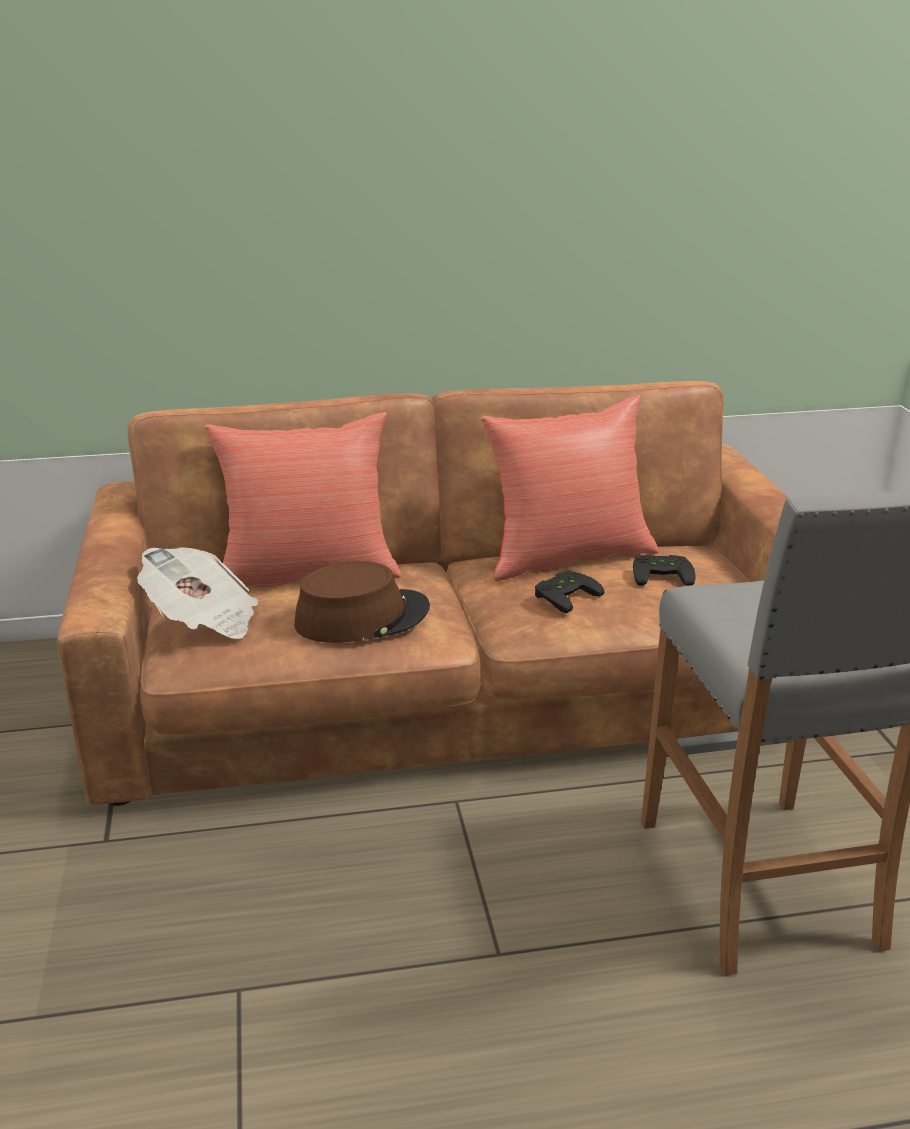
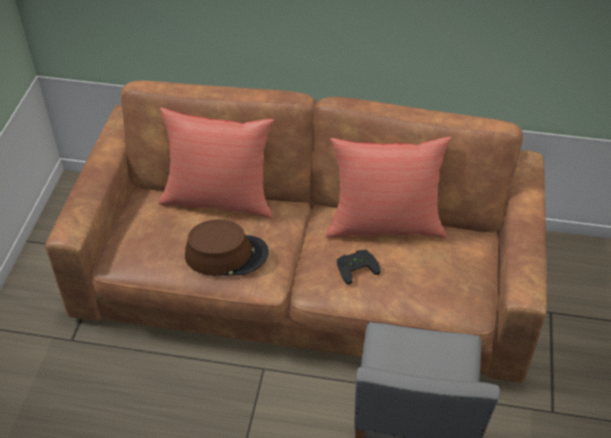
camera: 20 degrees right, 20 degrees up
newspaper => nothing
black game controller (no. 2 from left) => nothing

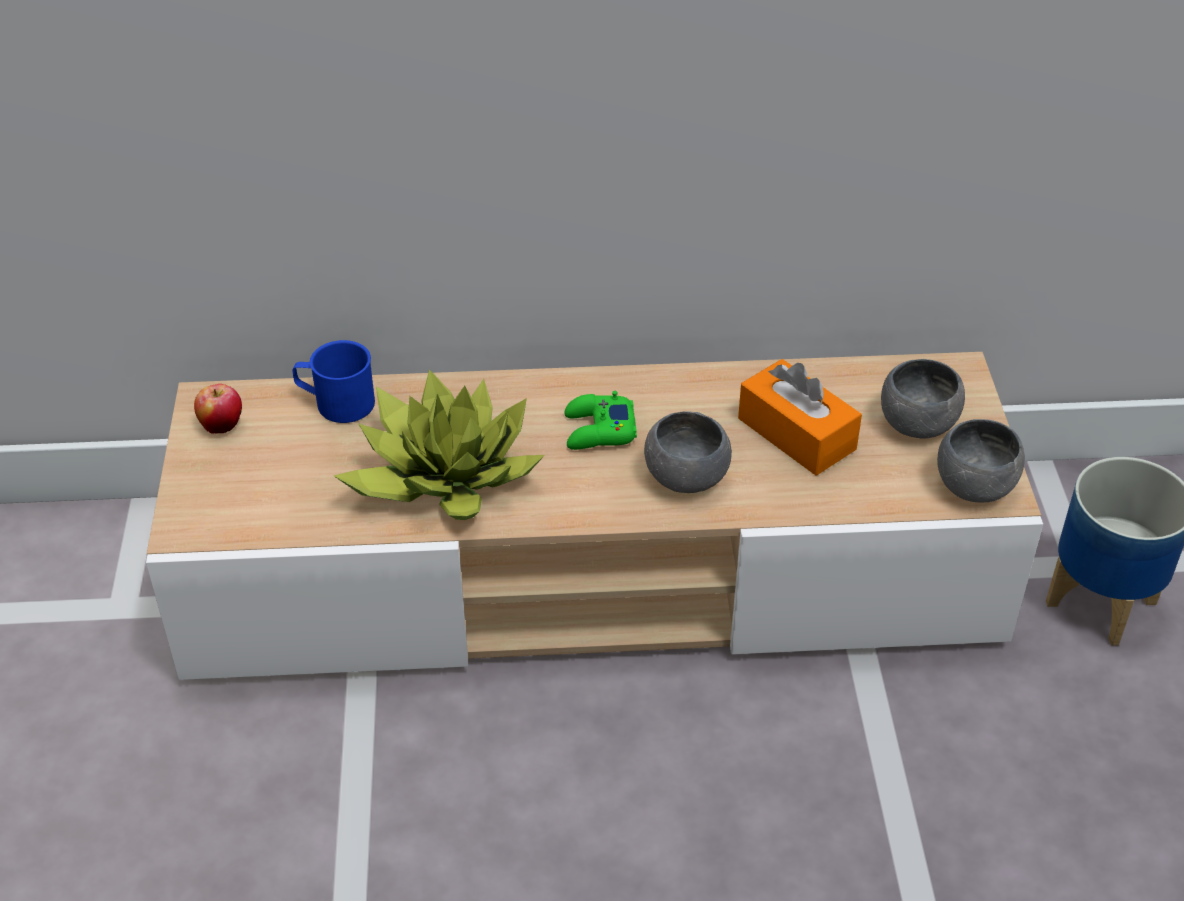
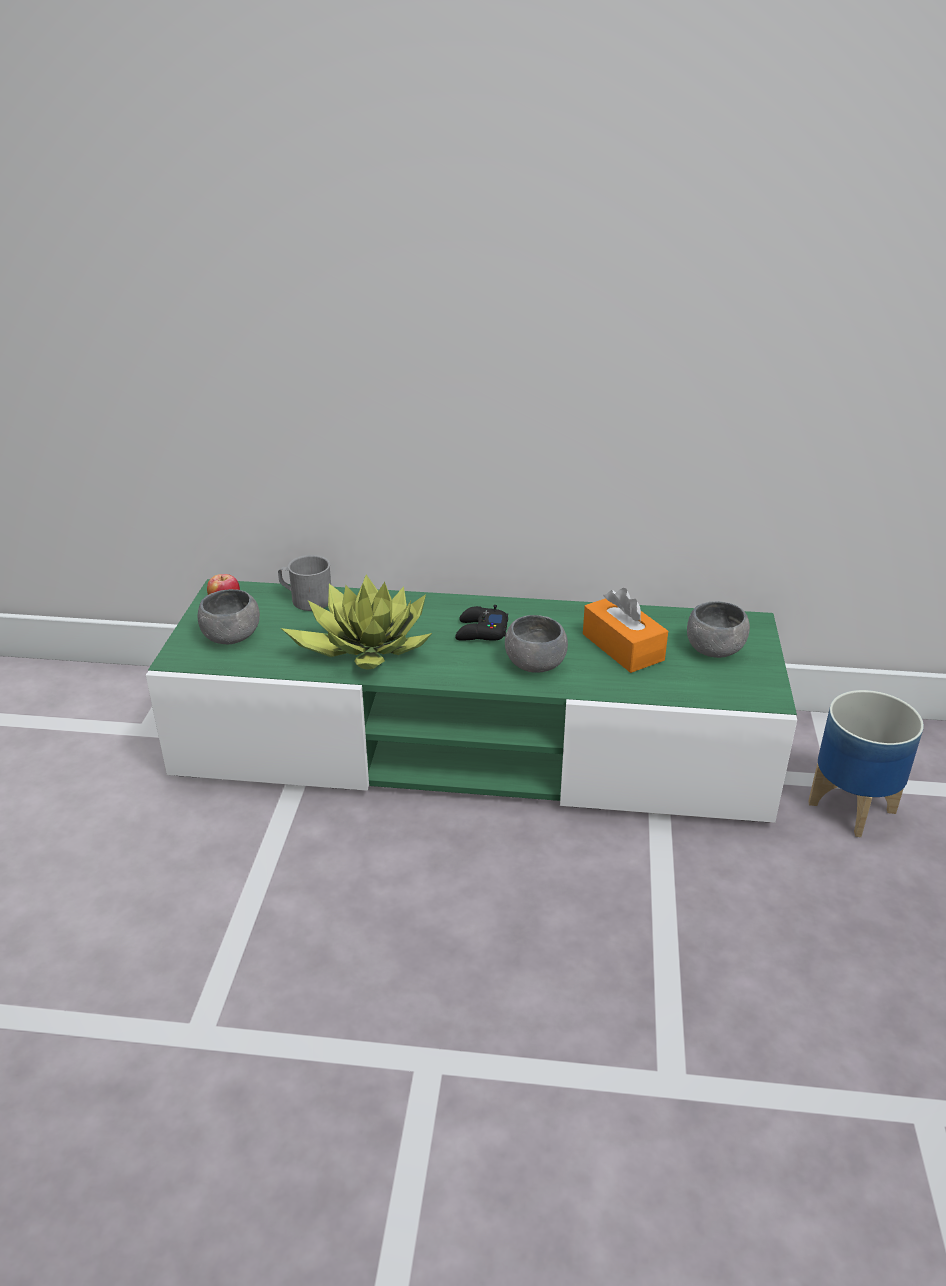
camera: 10 degrees right, 10 degrees down
beige tv stand => green tv stand
grey bowl (no. 3 from left in the first image) => grey bowl (no. 1 from left), relocated
blue mug => grey mug
green game controller => black game controller

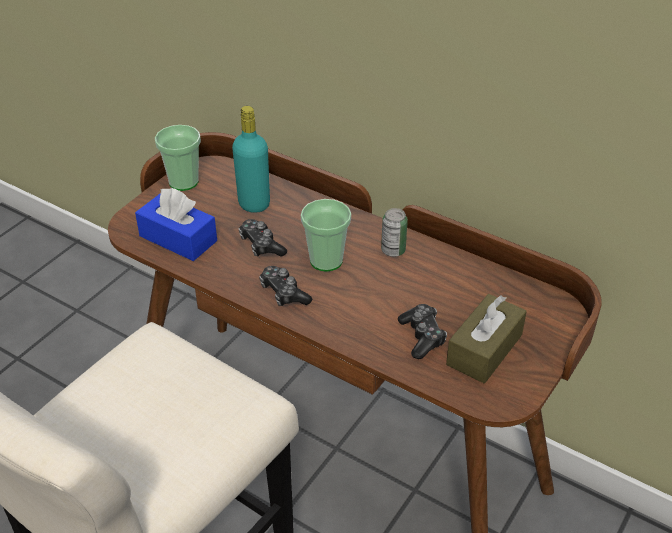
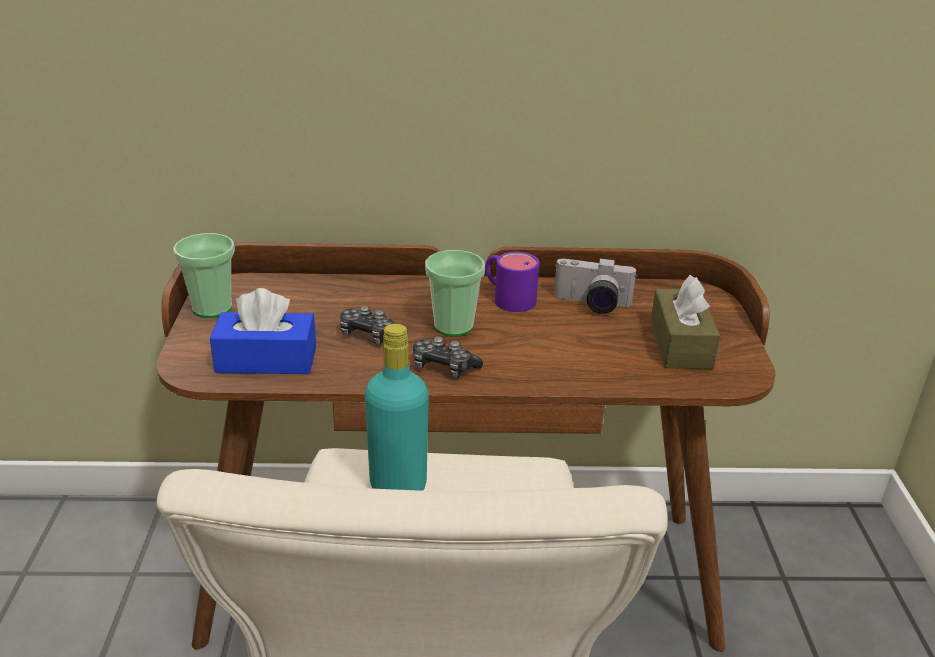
camera: 35 degrees left, 10 degrees down
turquoise bottle, relocated
can => purple mug
nothing => photo camera
game controller (no. 3 from left) => nothing

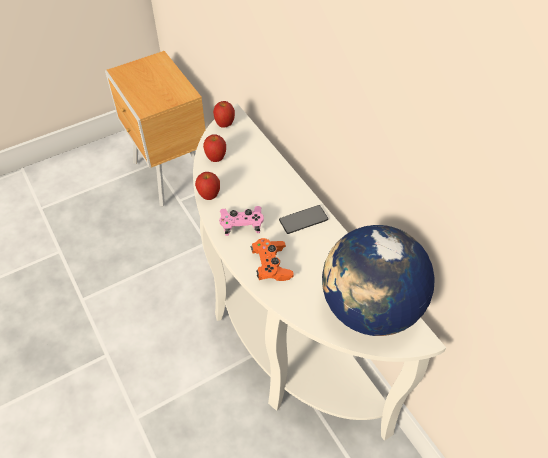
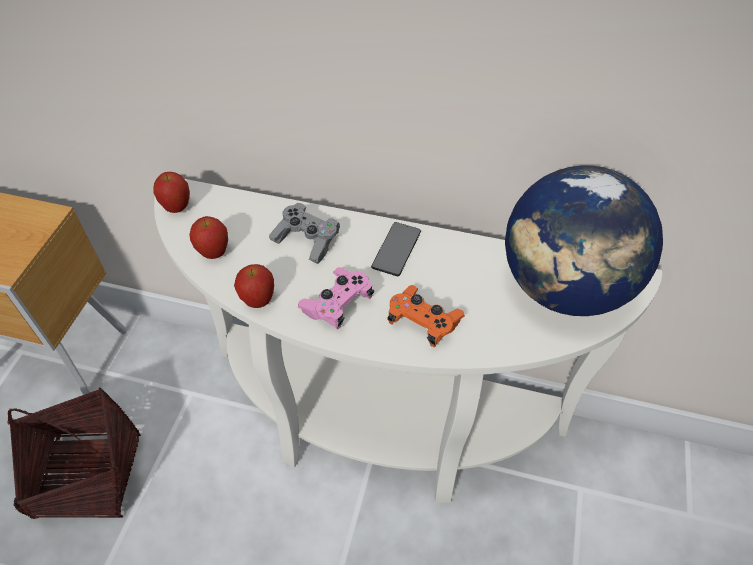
camera: 45 degrees left, 0 degrees up
nothing => basket
nothing => grey game controller

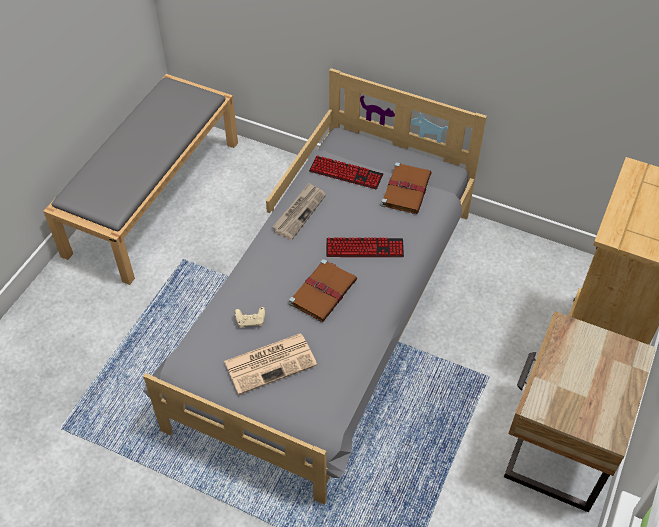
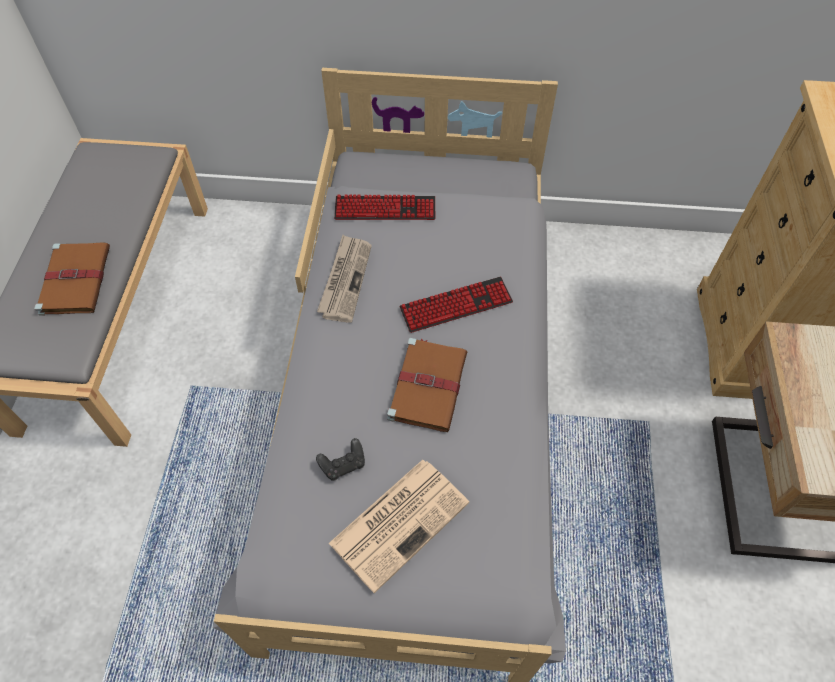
camera: 20 degrees left, 5 degrees up
brown book (no. 2 from left in the first image) => brown book (no. 1 from left), relocated
beige game controller => black game controller

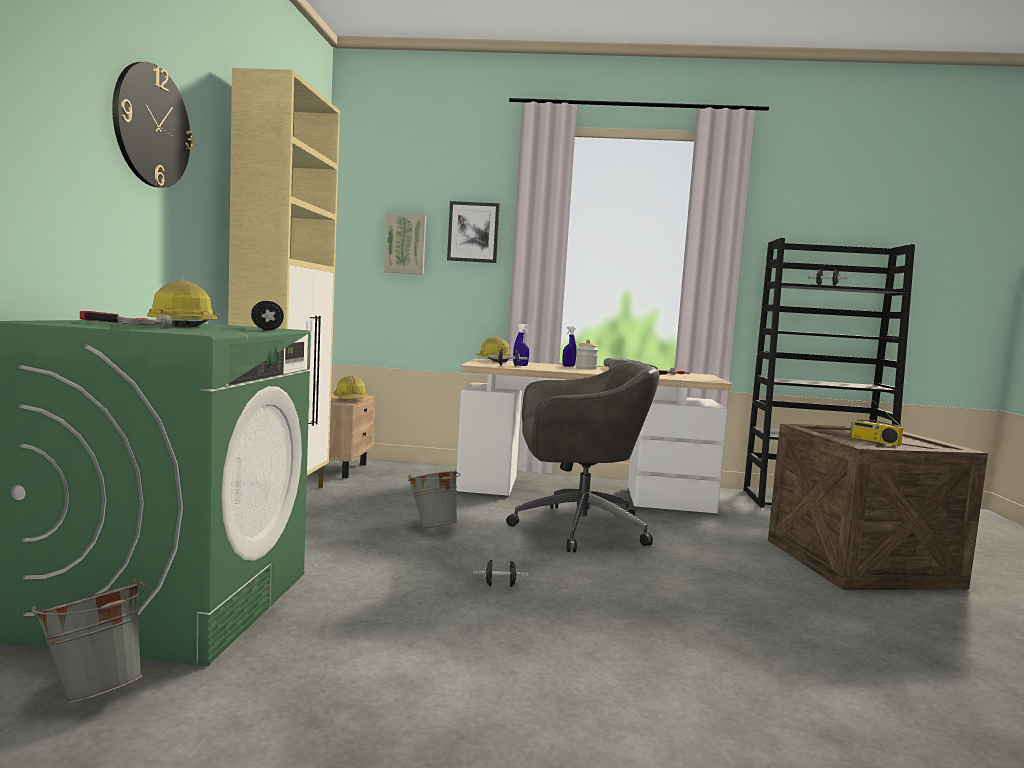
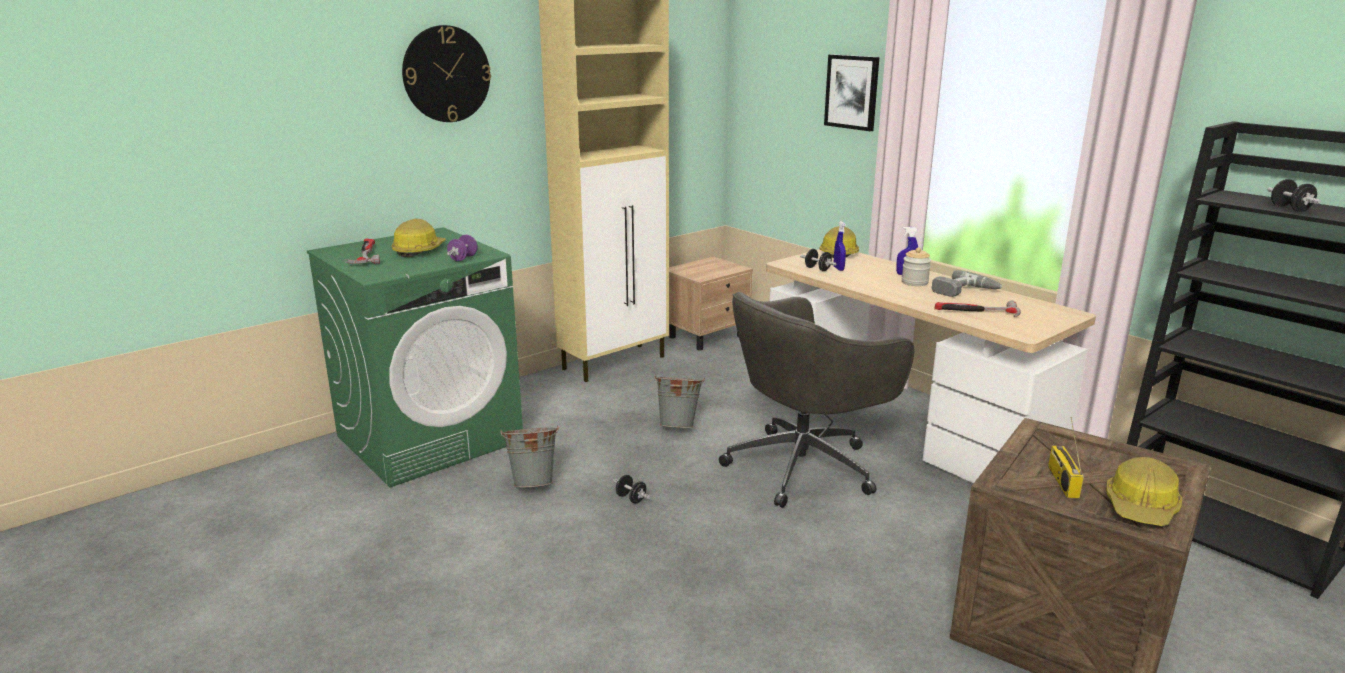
camera: 45 degrees right, 15 degrees up
black dumbbell (no. 1 from left) => purple dumbbell
grey bucket (no. 1 from left), relocated
grey office chair, 105 degrees clockwise
hard hat (no. 2 from left in the first image) => hard hat (no. 3 from left), relocated
picture (no. 1 from left) => nothing

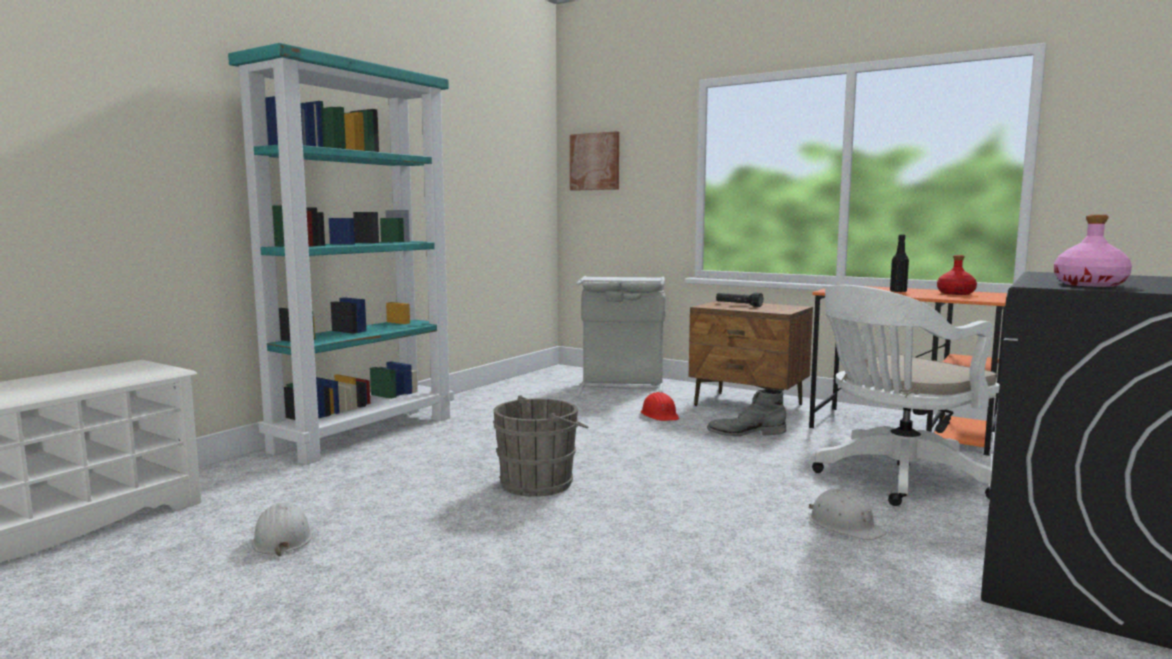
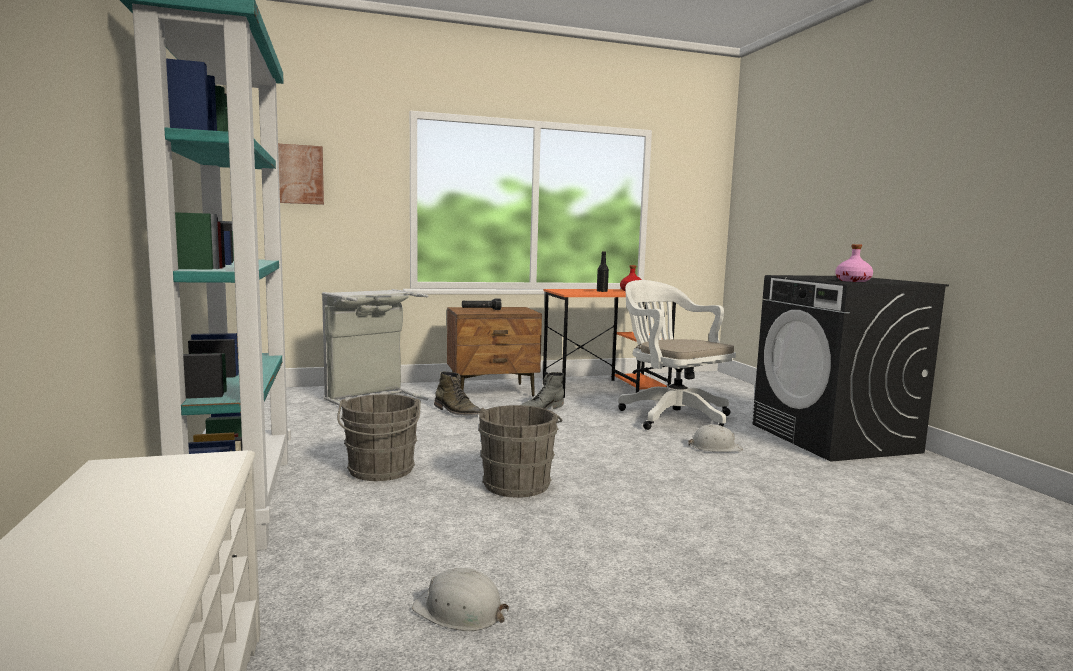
camera: 50 degrees left, 0 degrees up
nothing => grey bucket (no. 1 from left)
red hard hat => green boot
white office chair, 135 degrees clockwise

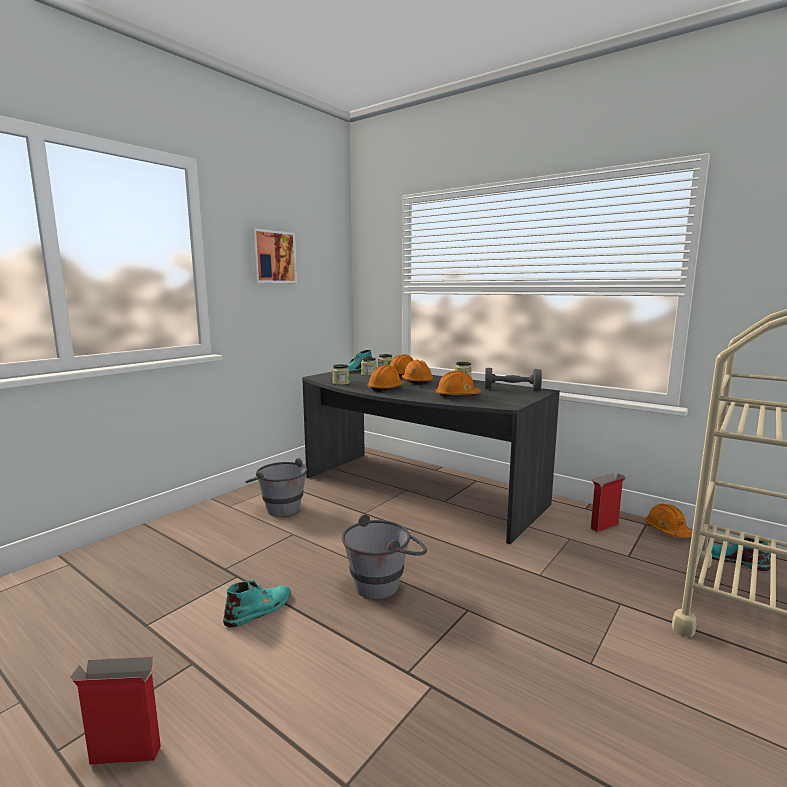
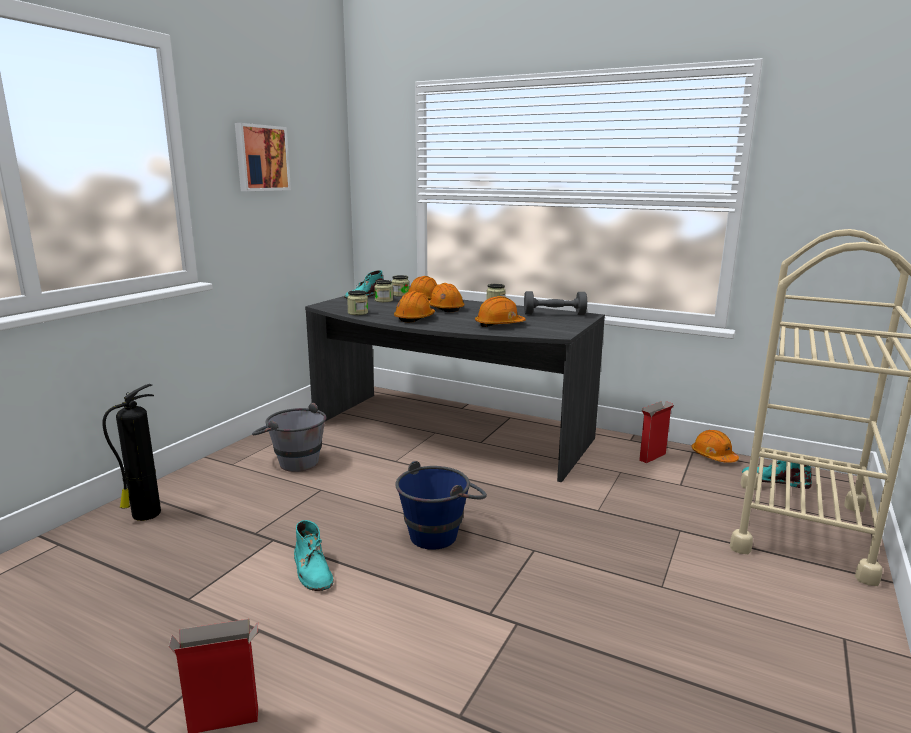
camera: 10 degrees left, 5 degrees up
nothing => fire extinguisher
turquoise boot (no. 1 from left), 120 degrees clockwise
grey bucket (no. 2 from left) => blue bucket

